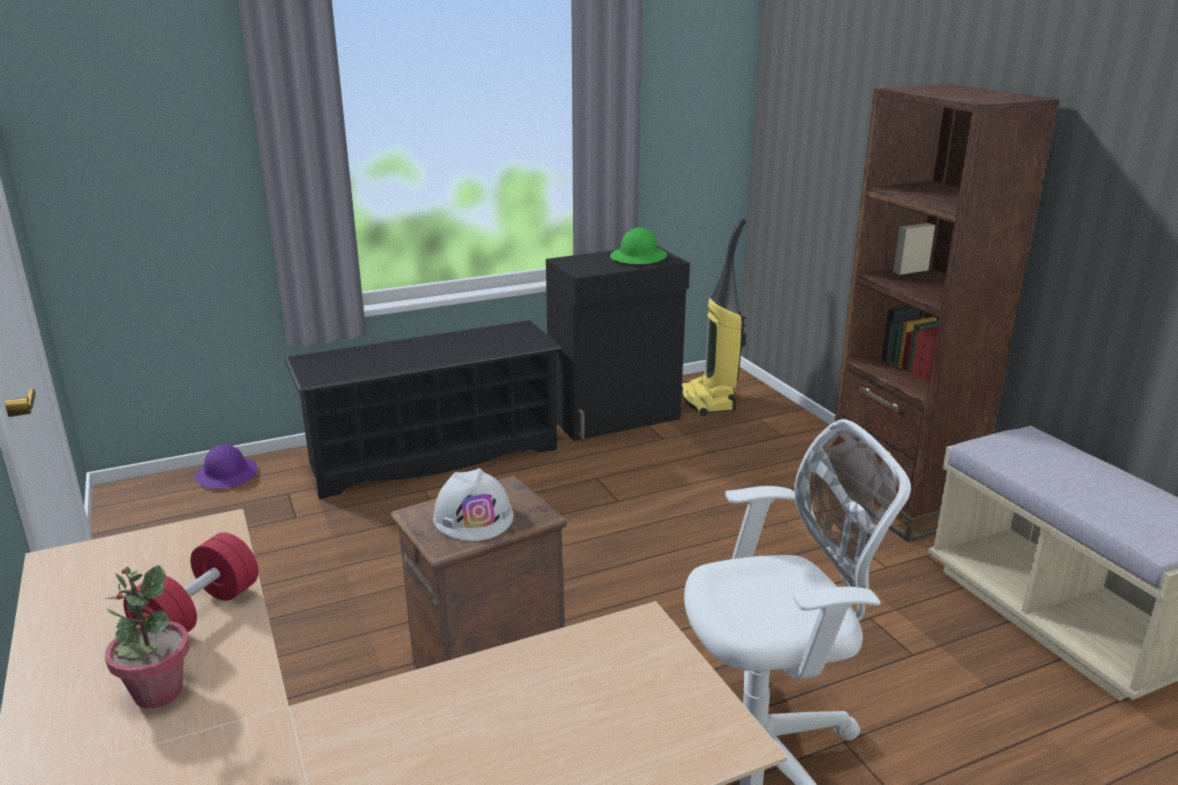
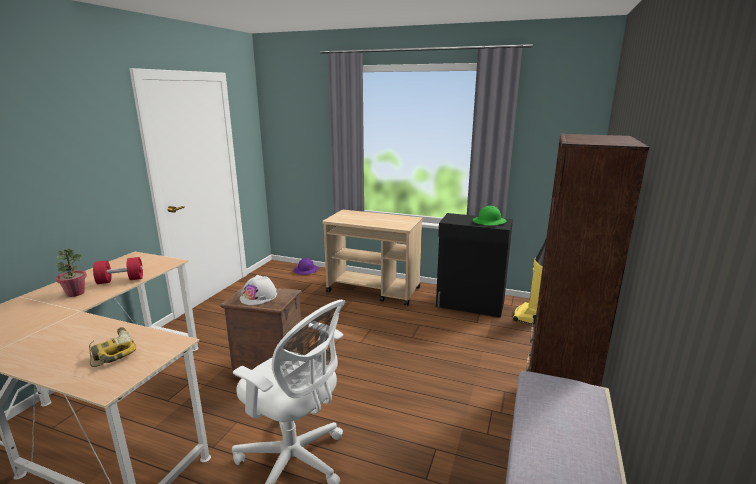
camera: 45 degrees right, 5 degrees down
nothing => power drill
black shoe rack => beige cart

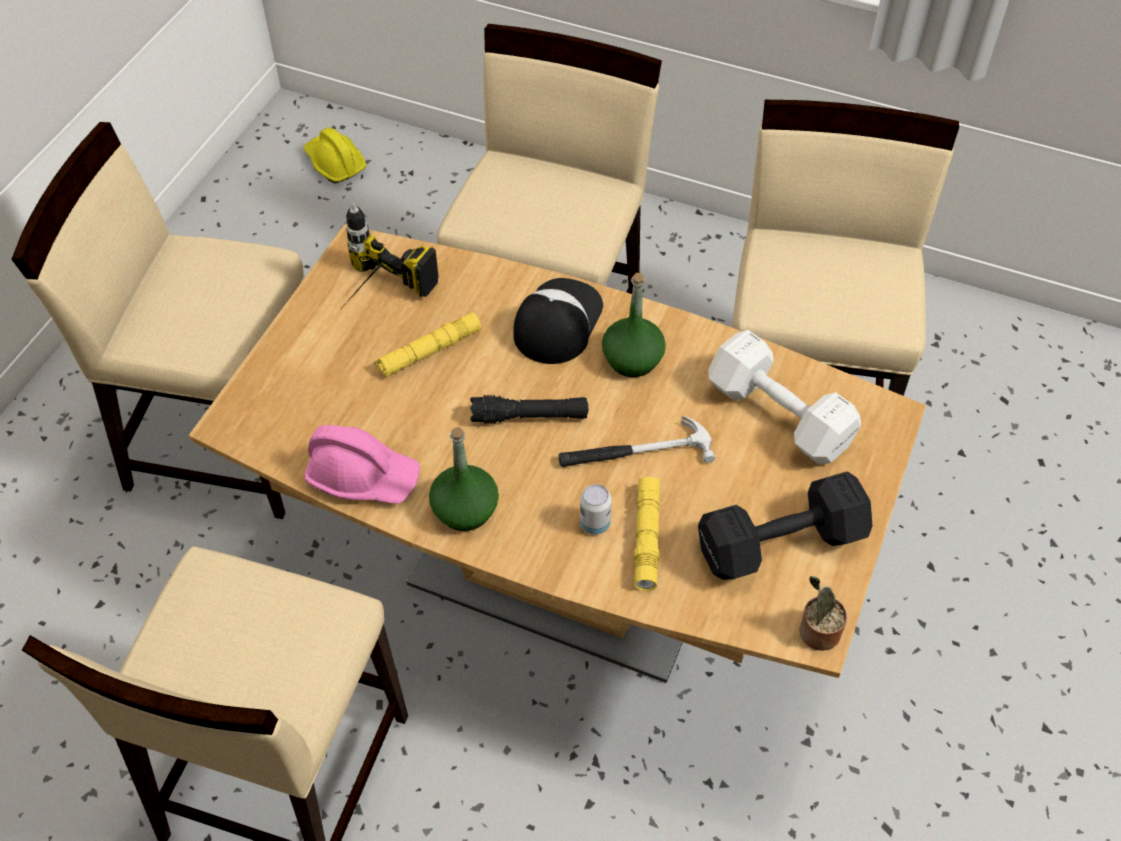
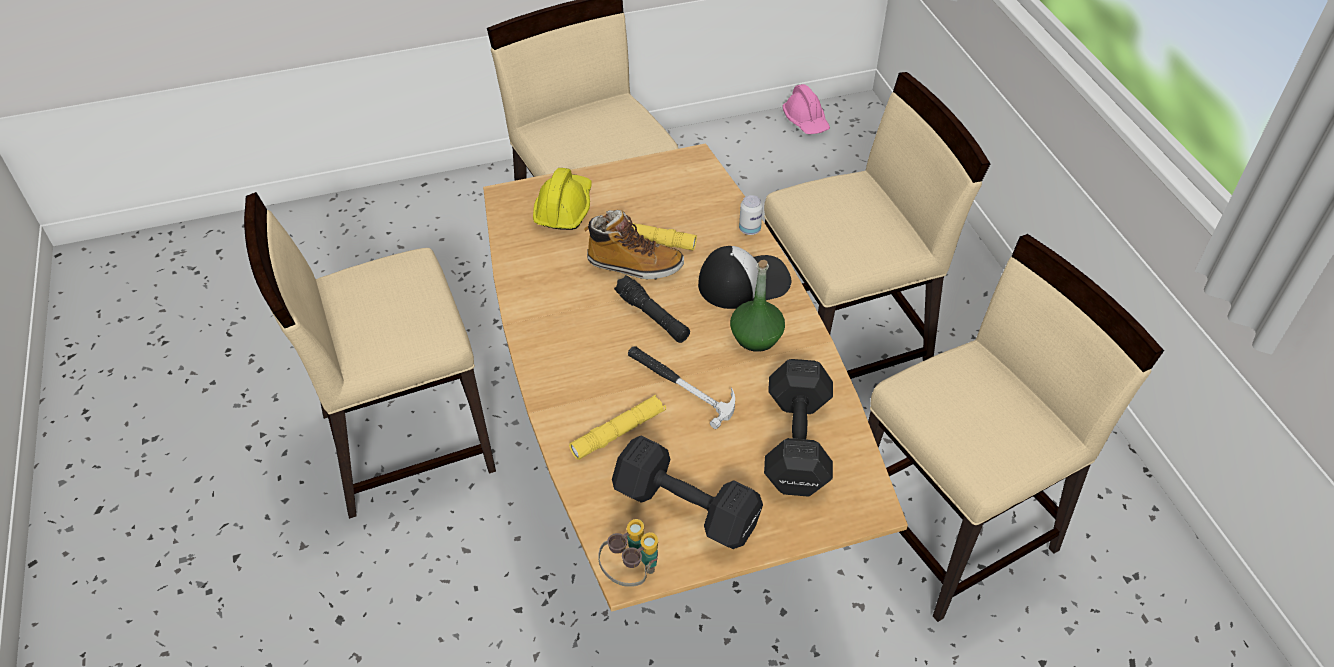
camera: 50 degrees right, 5 degrees down
yellow hard hat, relocated
nothing => boot
potted plant => binoculars
can, relocated
white dumbbell => black dumbbell (no. 2 from left)
pink hard hat, relocated
power drill => nothing
green bottle (no. 1 from left) => nothing

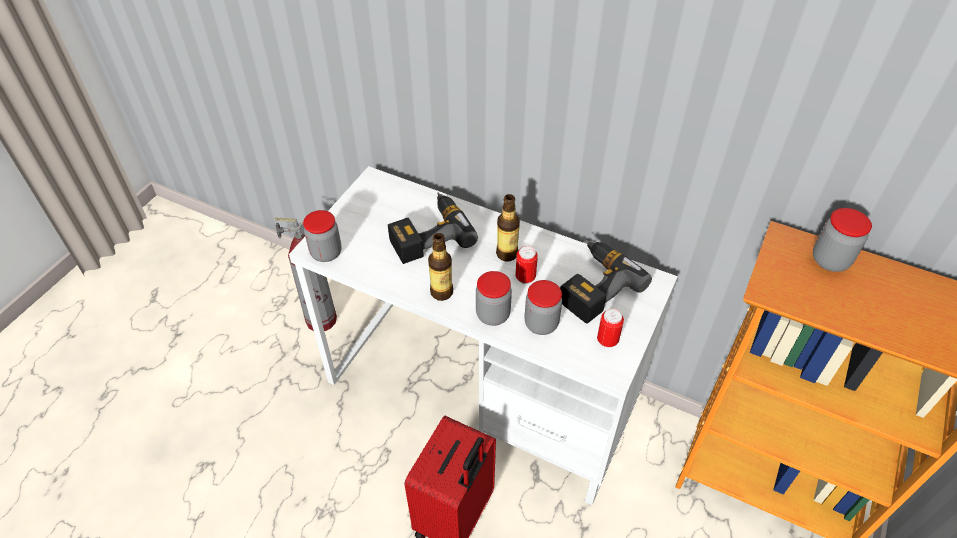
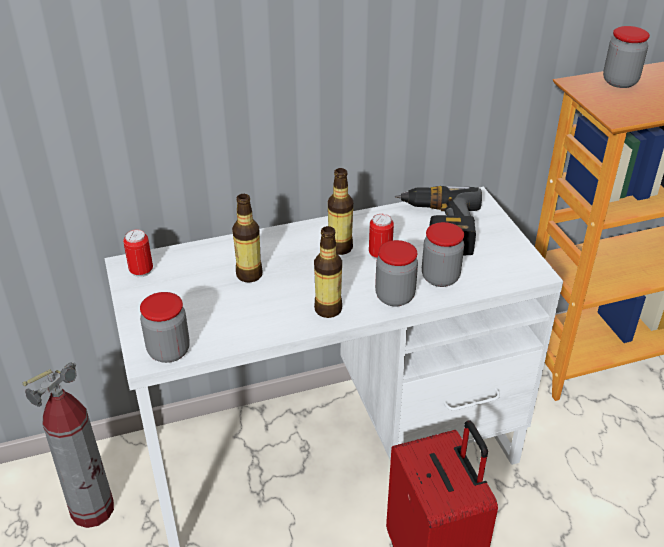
camera: 45 degrees left, 10 degrees down
can (no. 2 from left in the first image) => can (no. 1 from left), relocated
power drill (no. 1 from left) => bottle (no. 1 from left)

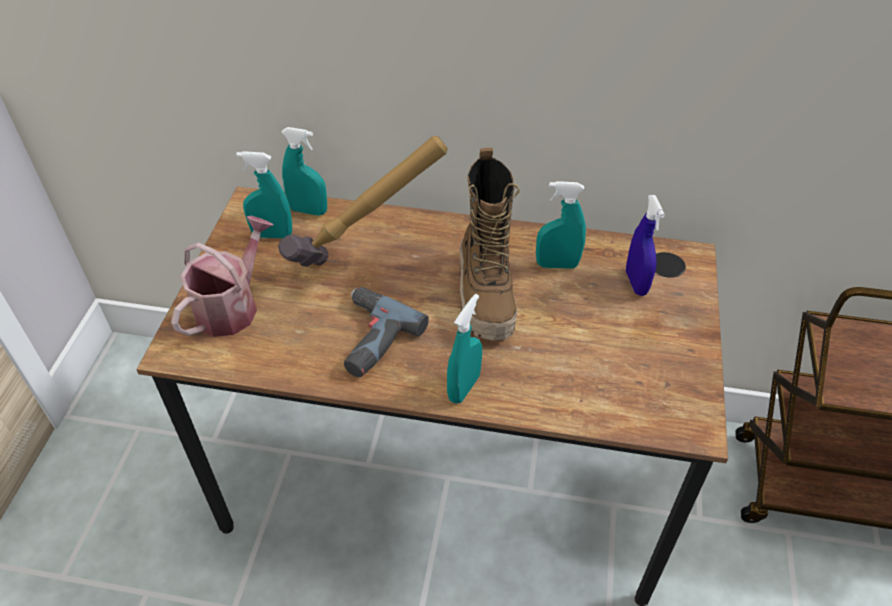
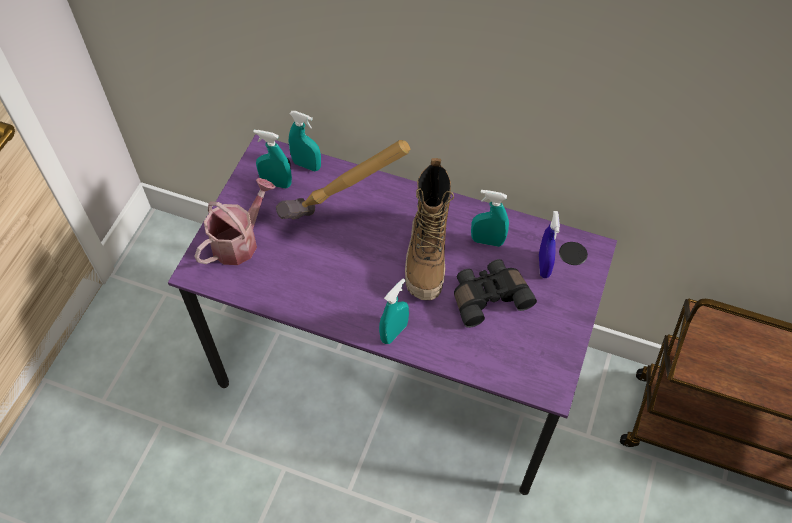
camera: 10 degrees right, 10 degrees up
brown desk => purple desk
nothing => black binoculars
power drill => nothing

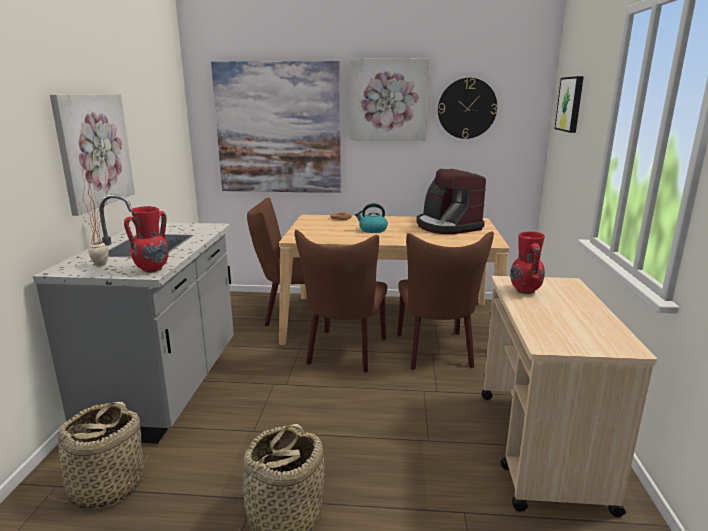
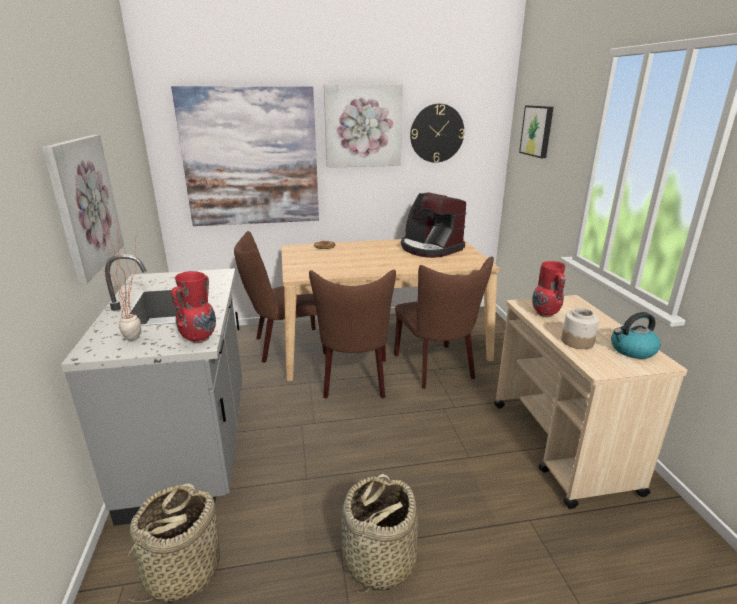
camera: 15 degrees left, 5 degrees up
nothing => jar
kettle, relocated

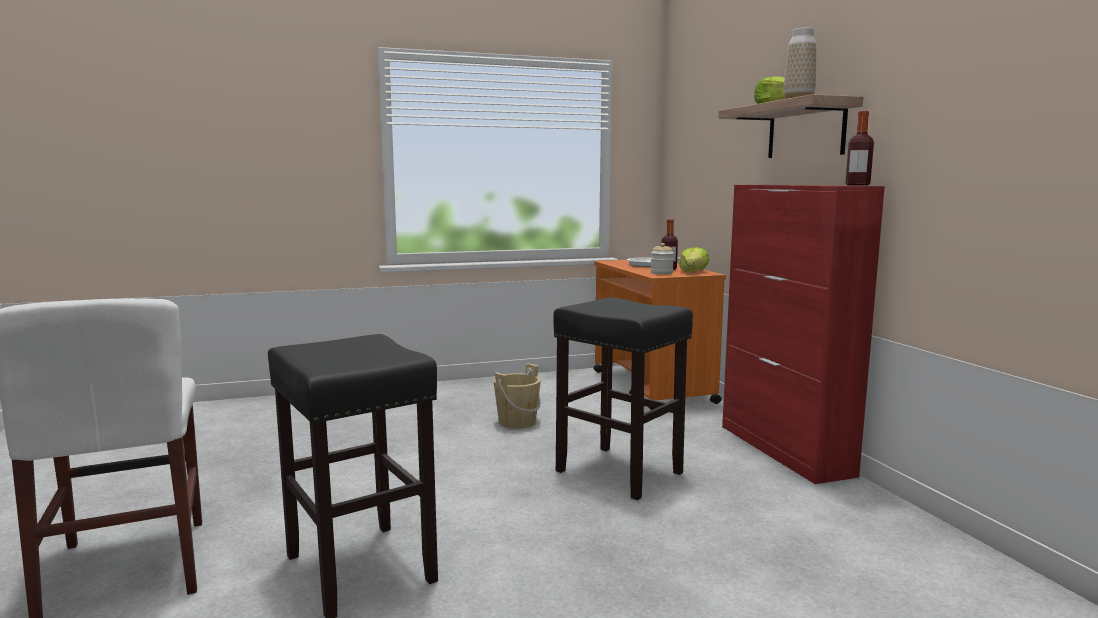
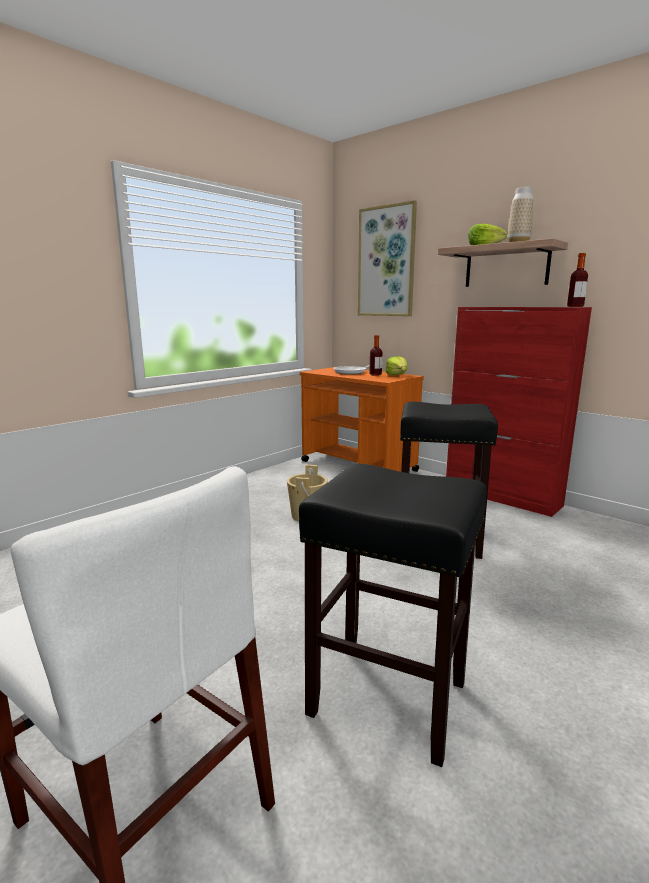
camera: 30 degrees left, 5 degrees up
nothing => picture
jar => nothing

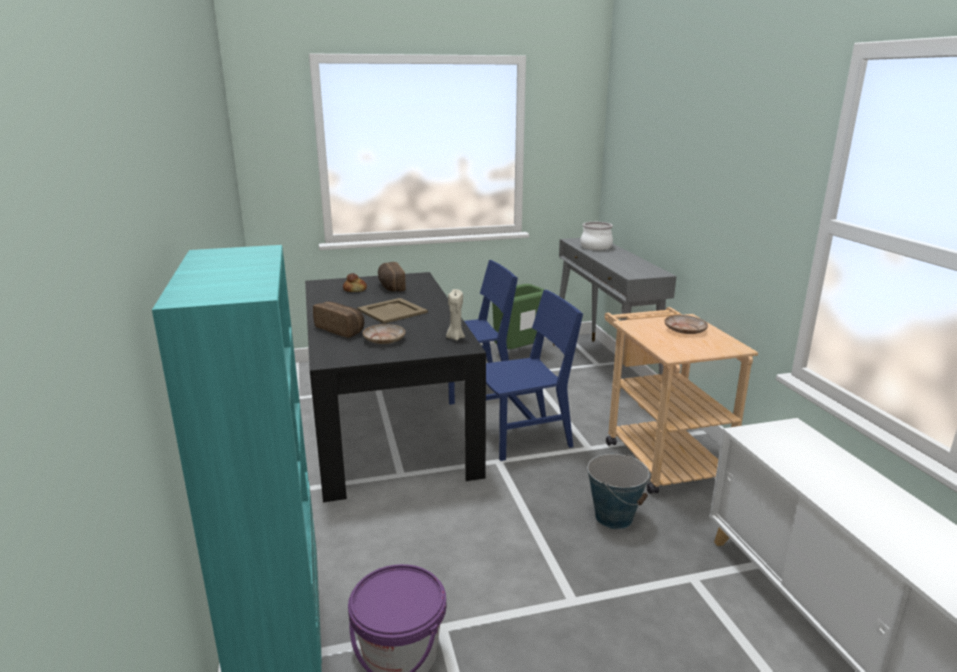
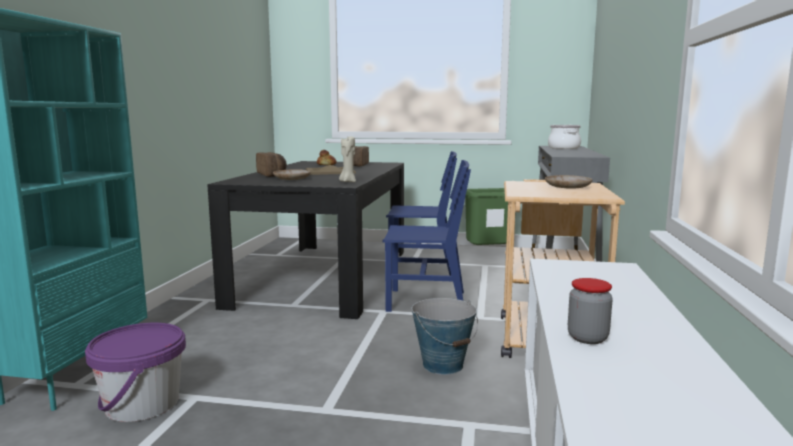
camera: 25 degrees right, 10 degrees down
nothing => jar

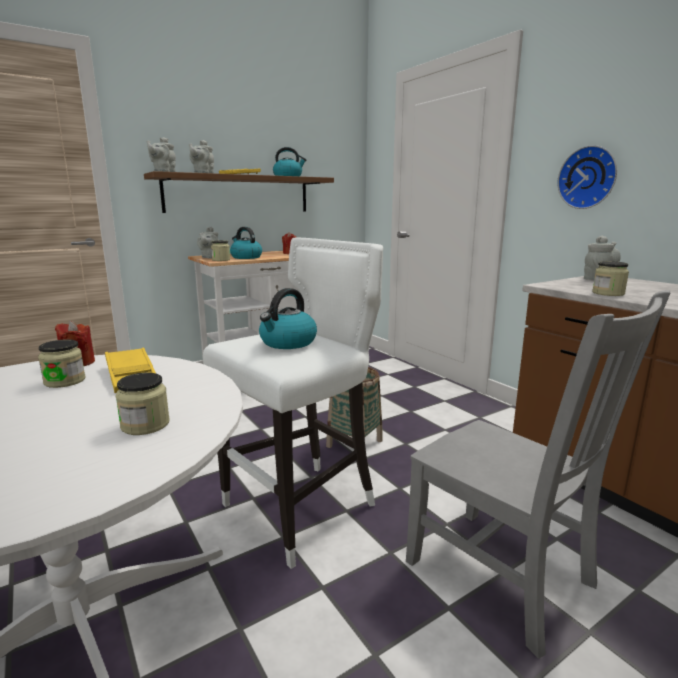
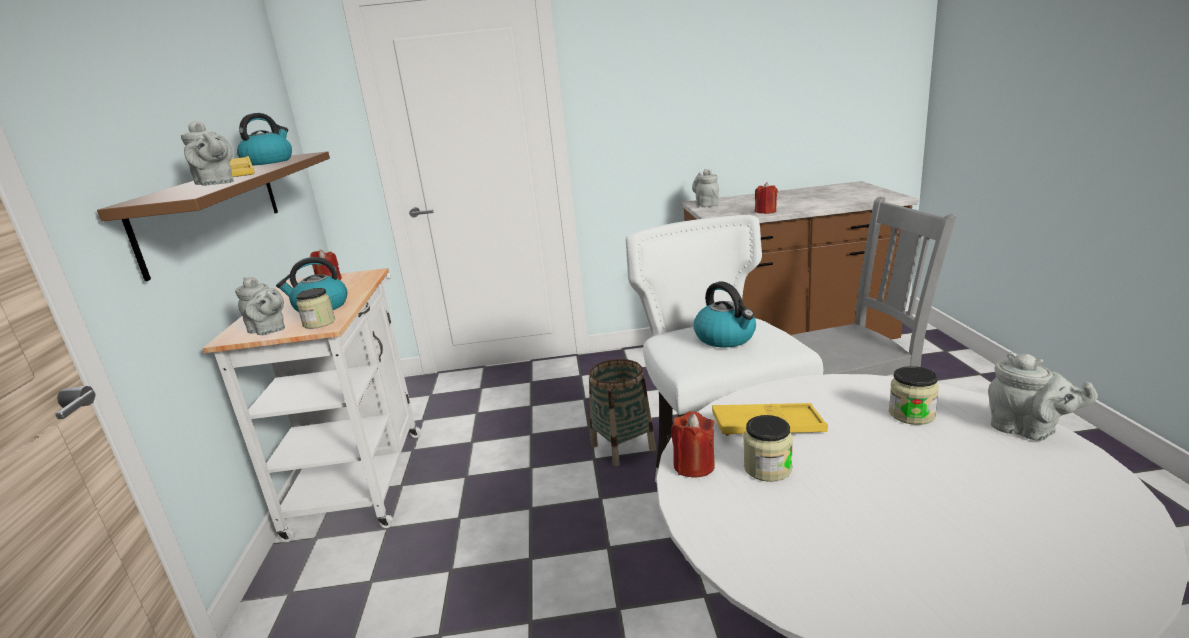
camera: 60 degrees left, 5 degrees up
jar (no. 4 from left) => red candle (no. 3 from left)
grey teapot (no. 1 from left in the first image) => grey teapot (no. 4 from left), relocated
wall clock => nothing

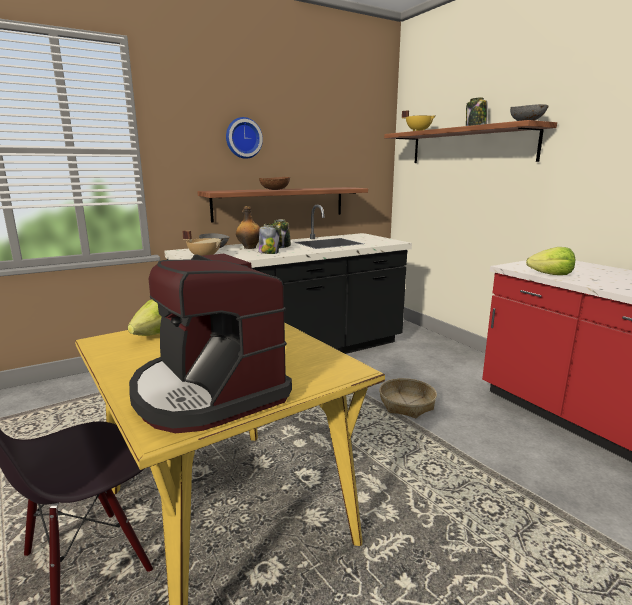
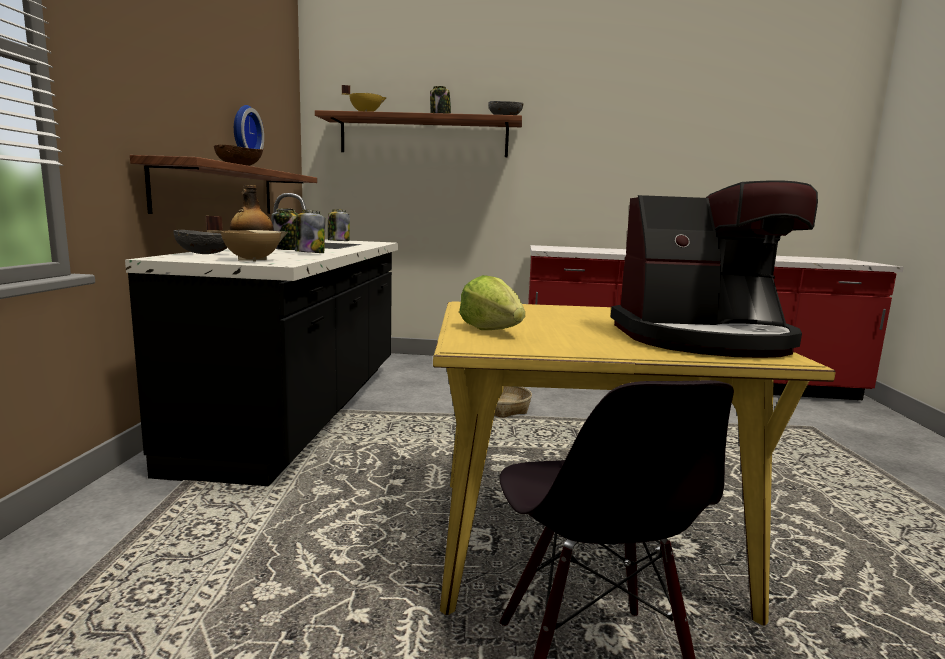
camera: 55 degrees left, 5 degrees down
wall clock, relocated
nothing => jar (no. 3 from left)
lettuce (no. 2 from left) => nothing

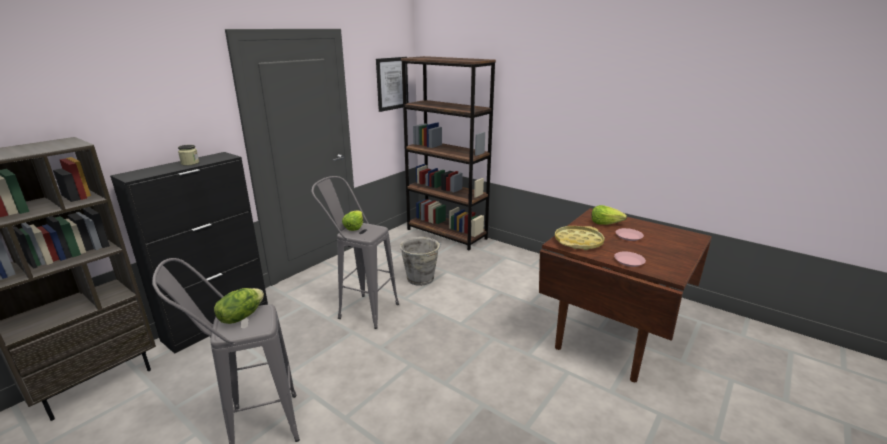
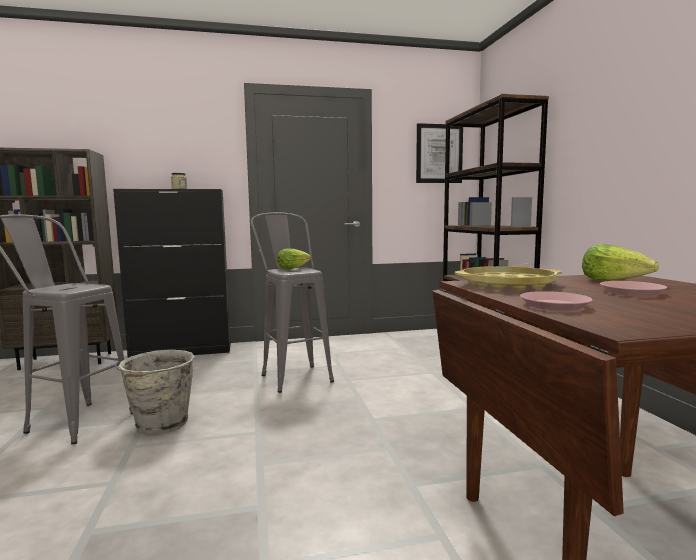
camera: 40 degrees right, 15 degrees down
grey bucket, relocated
lettuce (no. 1 from left) => nothing

